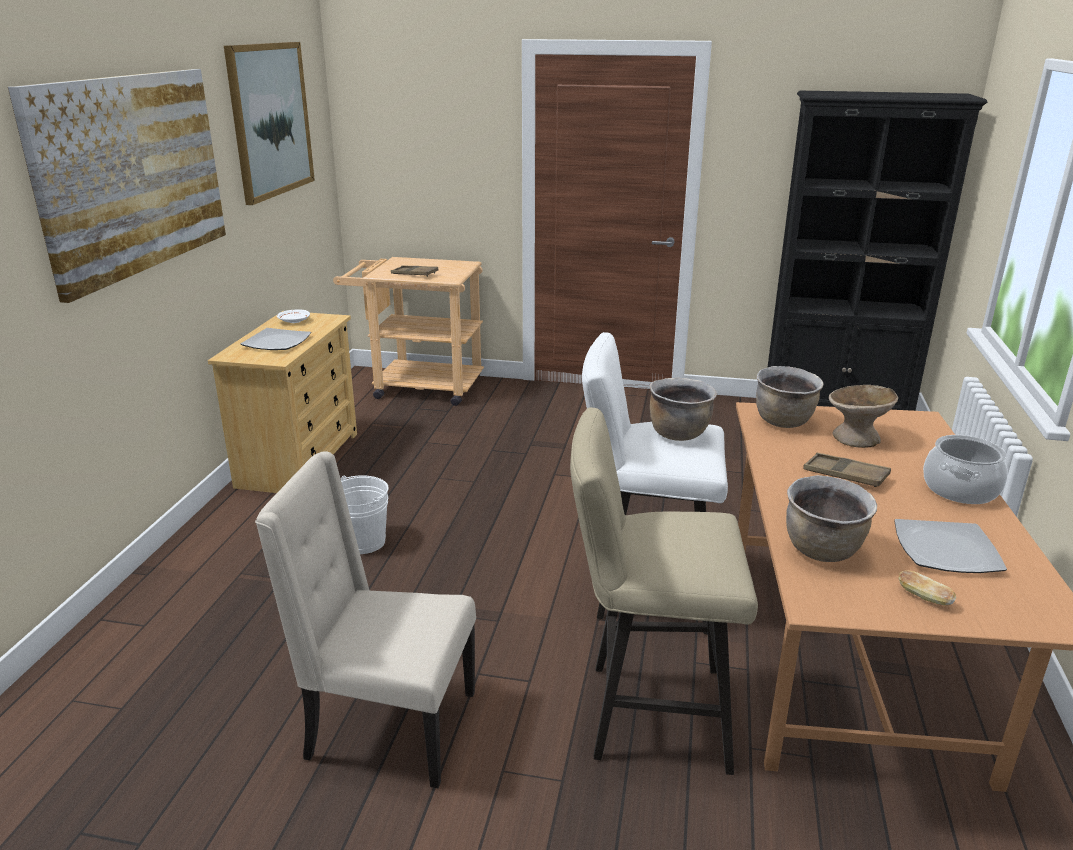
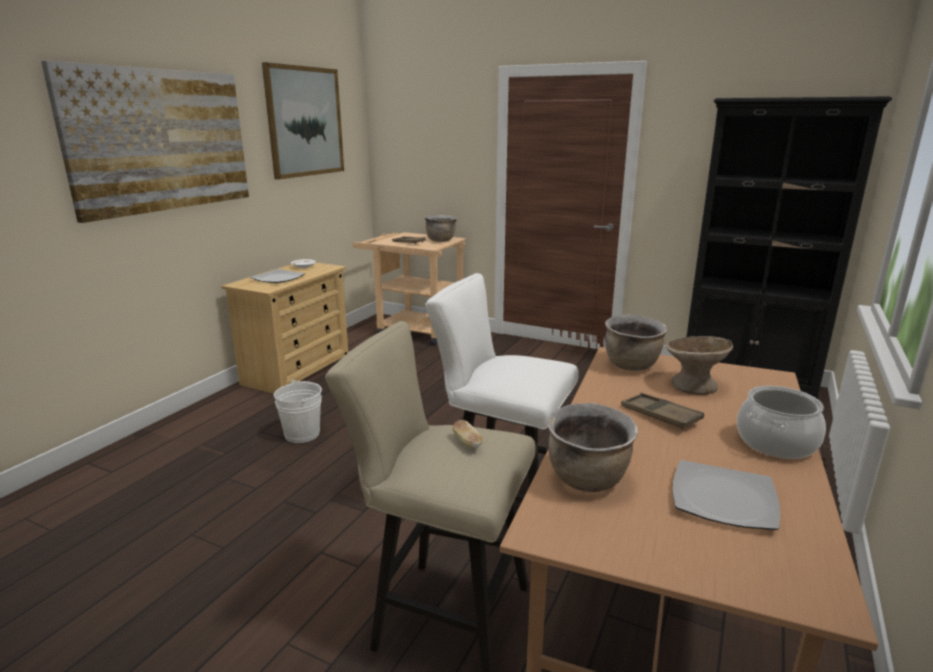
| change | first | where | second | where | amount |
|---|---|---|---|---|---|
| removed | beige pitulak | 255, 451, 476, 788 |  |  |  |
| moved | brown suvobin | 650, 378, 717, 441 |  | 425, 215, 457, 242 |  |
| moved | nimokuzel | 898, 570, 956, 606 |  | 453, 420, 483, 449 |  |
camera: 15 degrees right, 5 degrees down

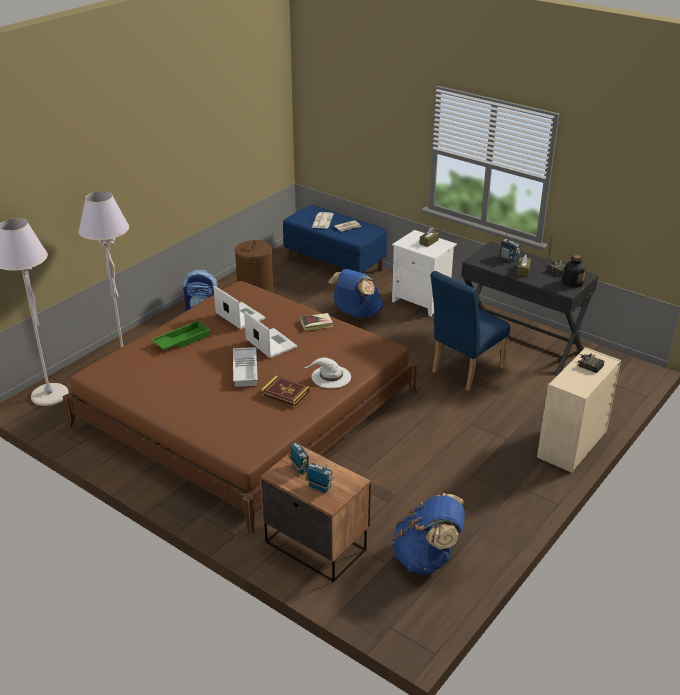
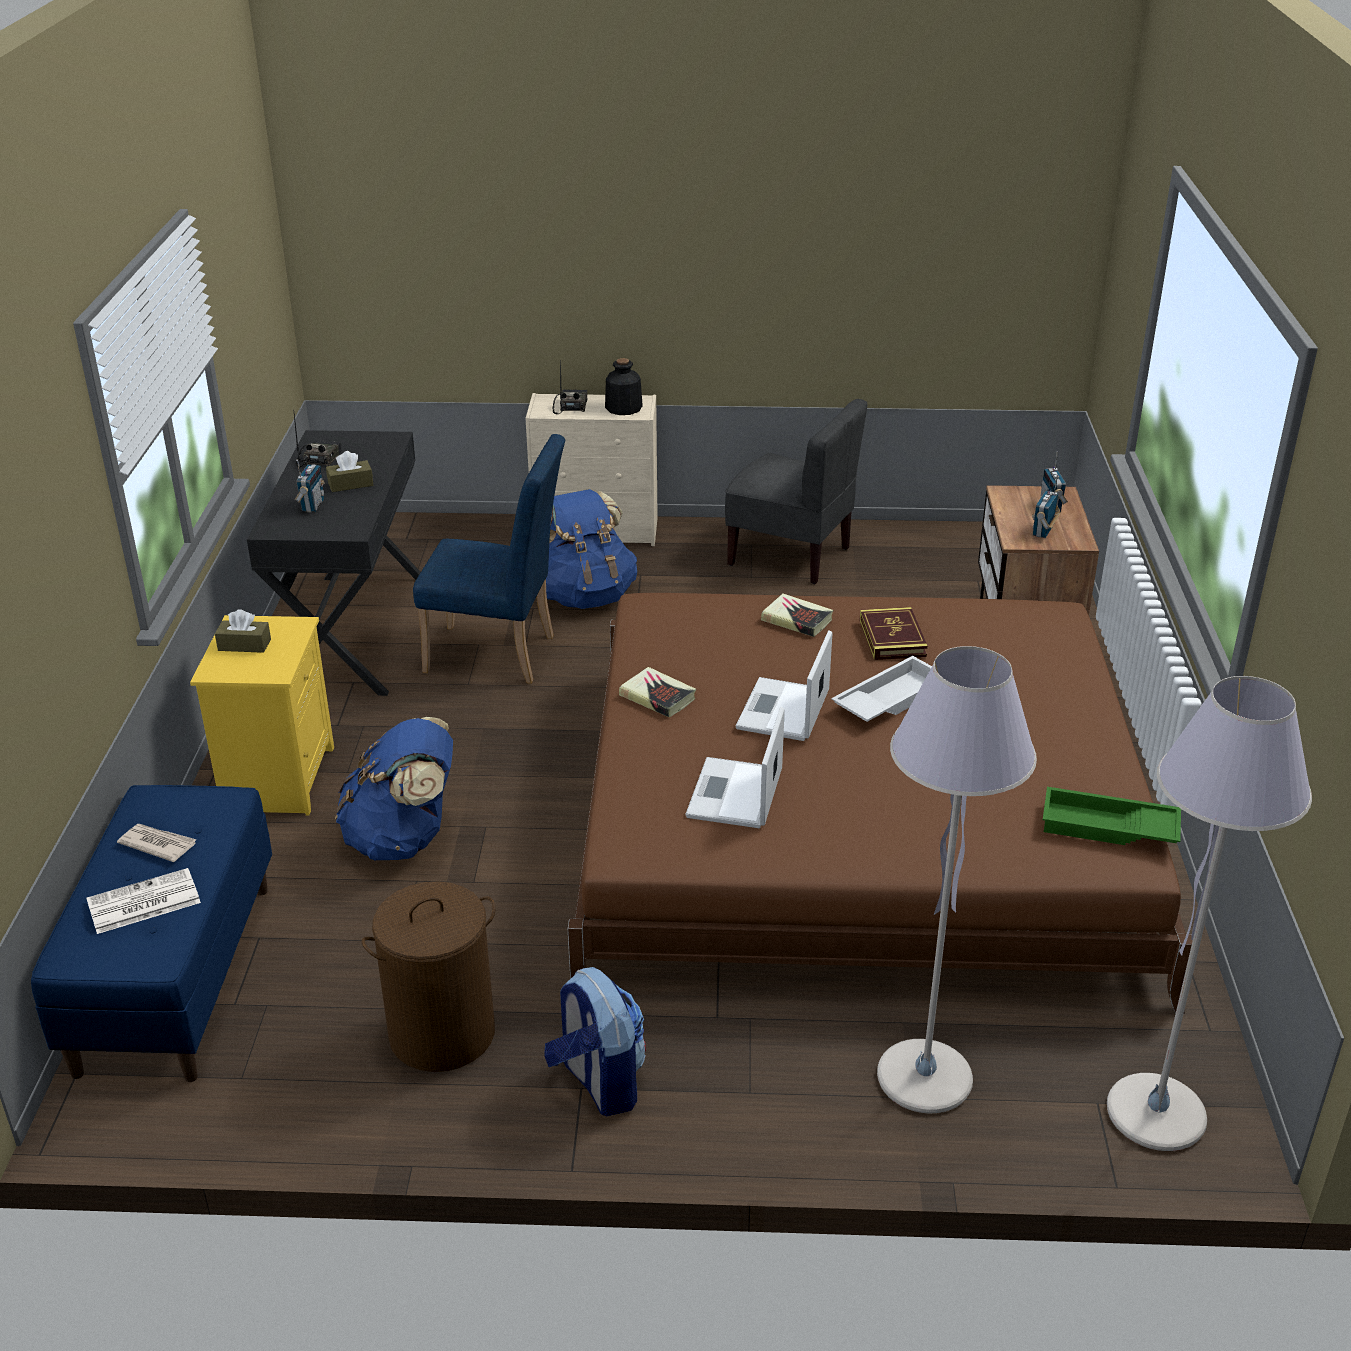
| change | first | where | second | where | amount |
|---|---|---|---|---|---|
| moved | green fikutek | 151, 321, 210, 350 |  | 1043, 787, 1181, 845 |  |
| replaced | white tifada | 304, 358, 351, 388 | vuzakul | 761, 593, 833, 637 |  |
| recoloured | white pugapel | 392, 230, 457, 316 | yellow pugapel | 190, 615, 334, 816 |  |
| moved | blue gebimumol | 392, 493, 465, 575 |  | 546, 489, 637, 609 |  |
| moved | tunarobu | 562, 255, 586, 288 |  | 605, 358, 643, 415 |  |
| added |  |  | grey pitulak | 725, 399, 868, 584 |  |
camera: 125 degrees left, 0 degrees up

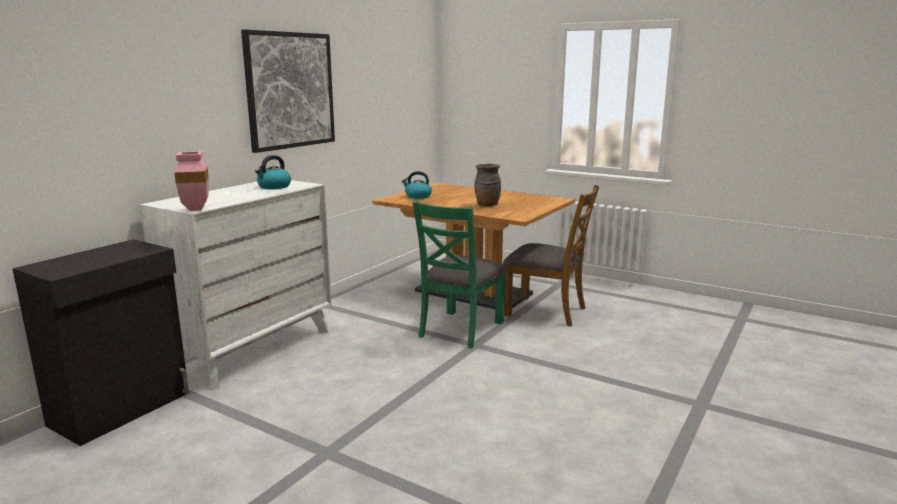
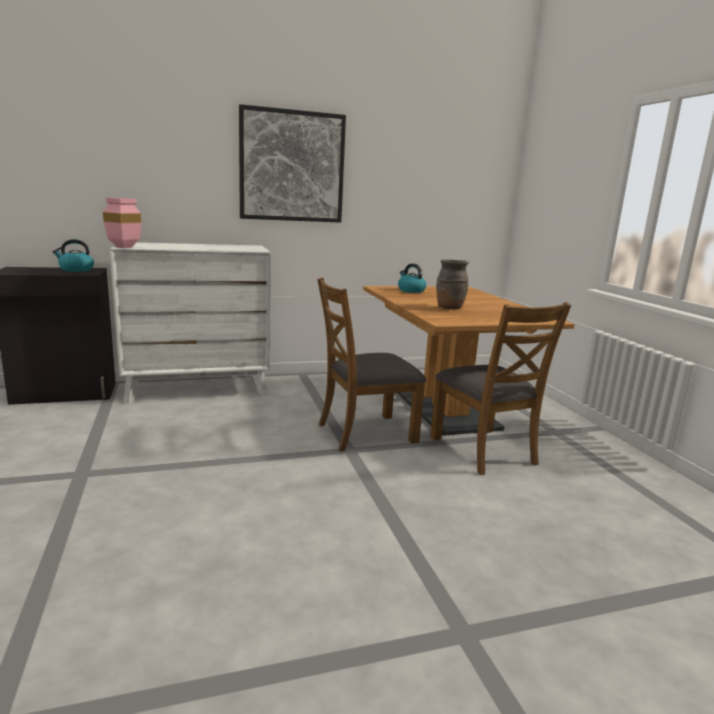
| change | first | where | second | where | amount |
|---|---|---|---|---|---|
| moved | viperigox | 255, 155, 291, 189 |  | 53, 239, 94, 272 |  |
| recoloured | green pitulak | 413, 200, 507, 349 | brown pitulak | 317, 278, 426, 452 |  |
camera: 40 degrees right, 0 degrees up

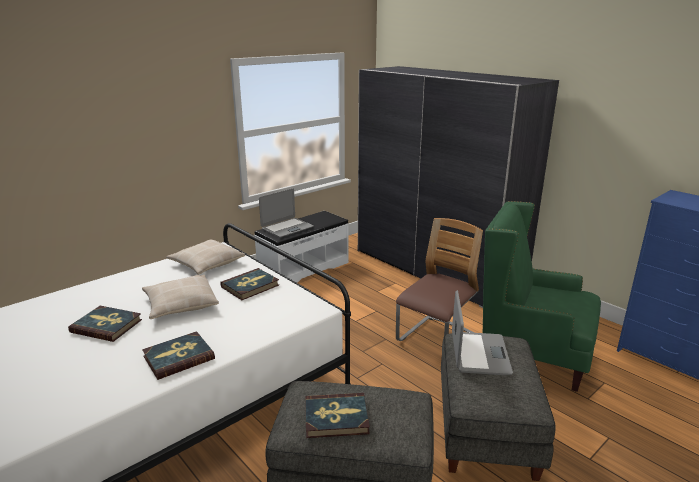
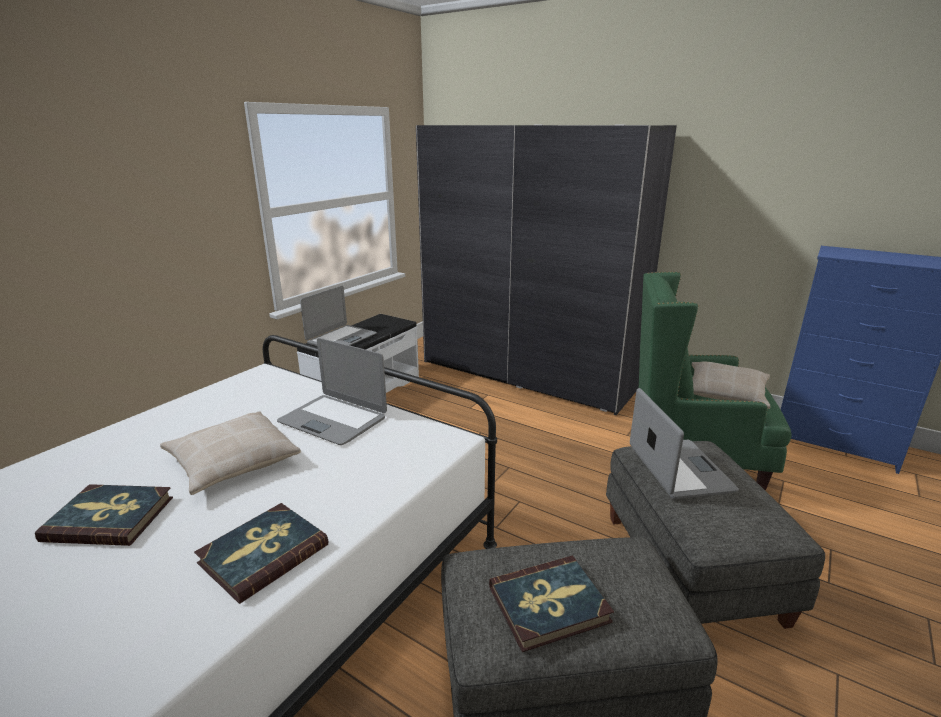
| change | first | where | second | where | amount |
|---|---|---|---|---|---|
| moved | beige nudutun | 166, 240, 245, 275 |  | 692, 361, 771, 409 |  |
| replaced | vuzakul | 220, 268, 279, 300 | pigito | 277, 338, 387, 445 |  |
| removed | pitulak | 396, 218, 483, 341 |  |  |  |
camera: 15 degrees left, 0 degrees up

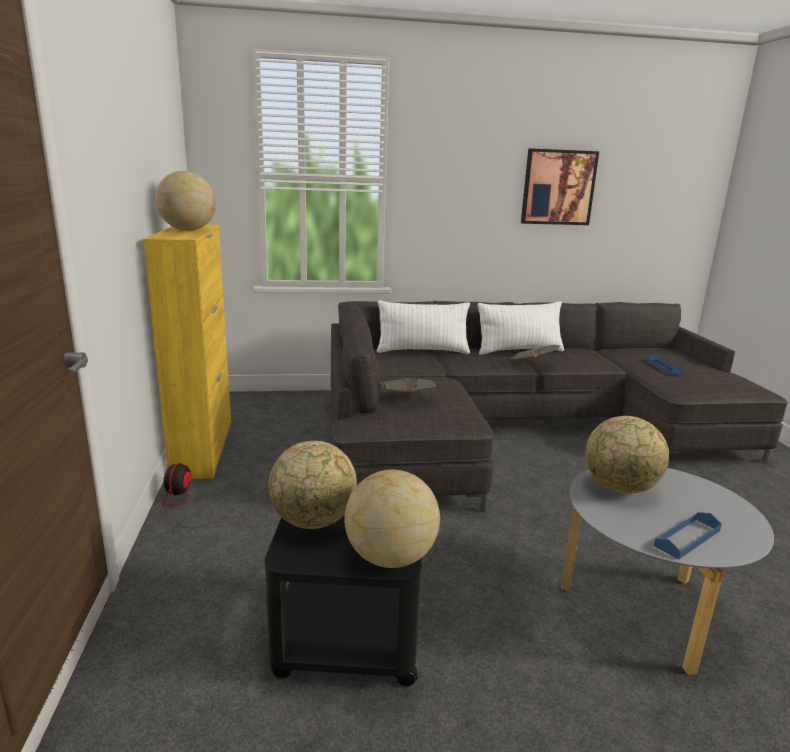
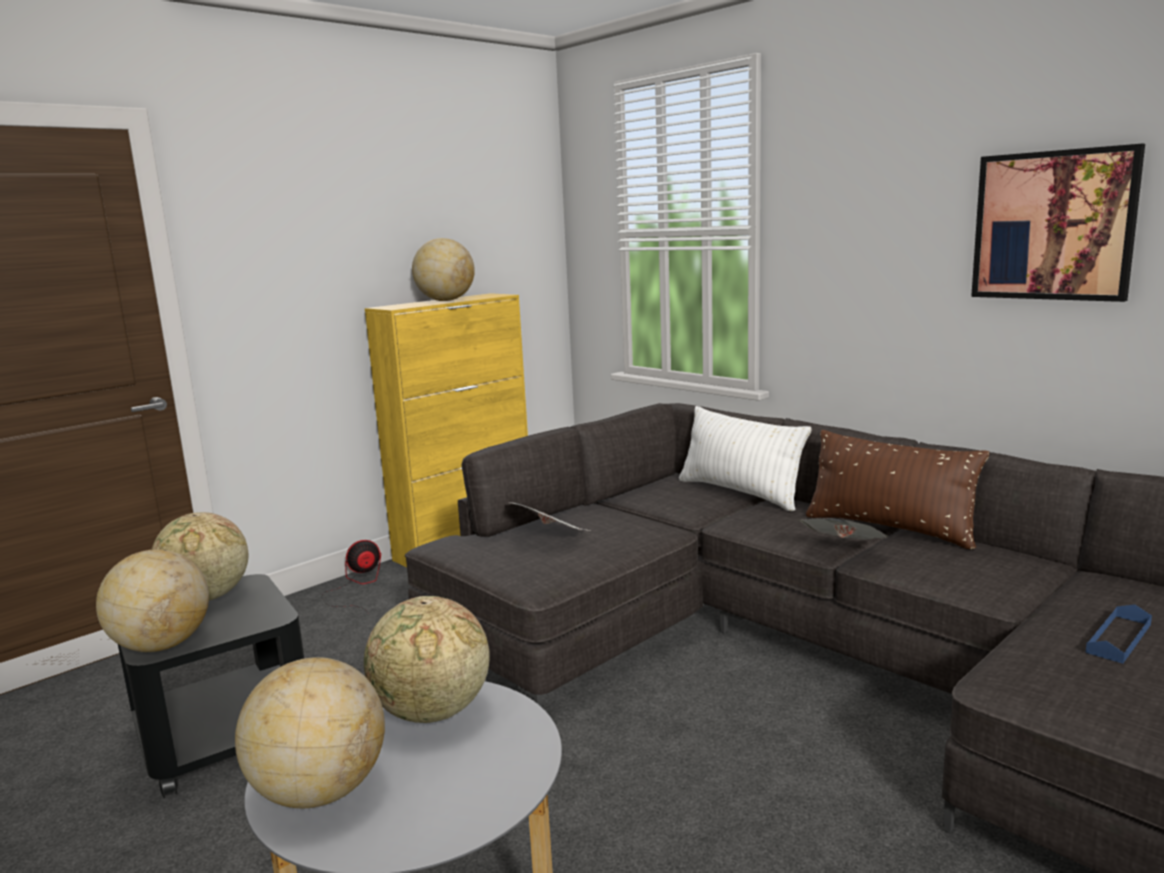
| change | first | where | second | where | amount |
|---|---|---|---|---|---|
| recoloured | white nudutun | 478, 301, 564, 355 | brown nudutun | 806, 430, 989, 550 |  |
| replaced | blue fikutek | 654, 512, 722, 559 | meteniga | 235, 657, 385, 809 |  |
camera: 55 degrees right, 5 degrees down

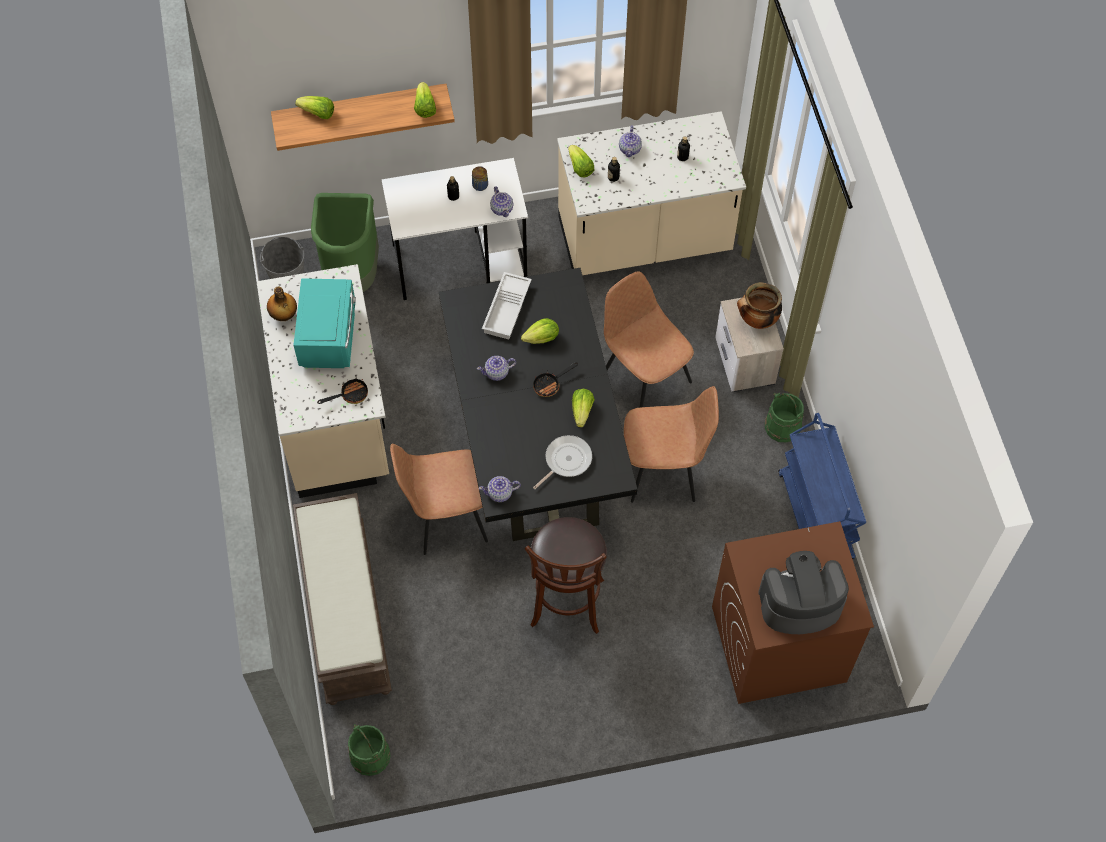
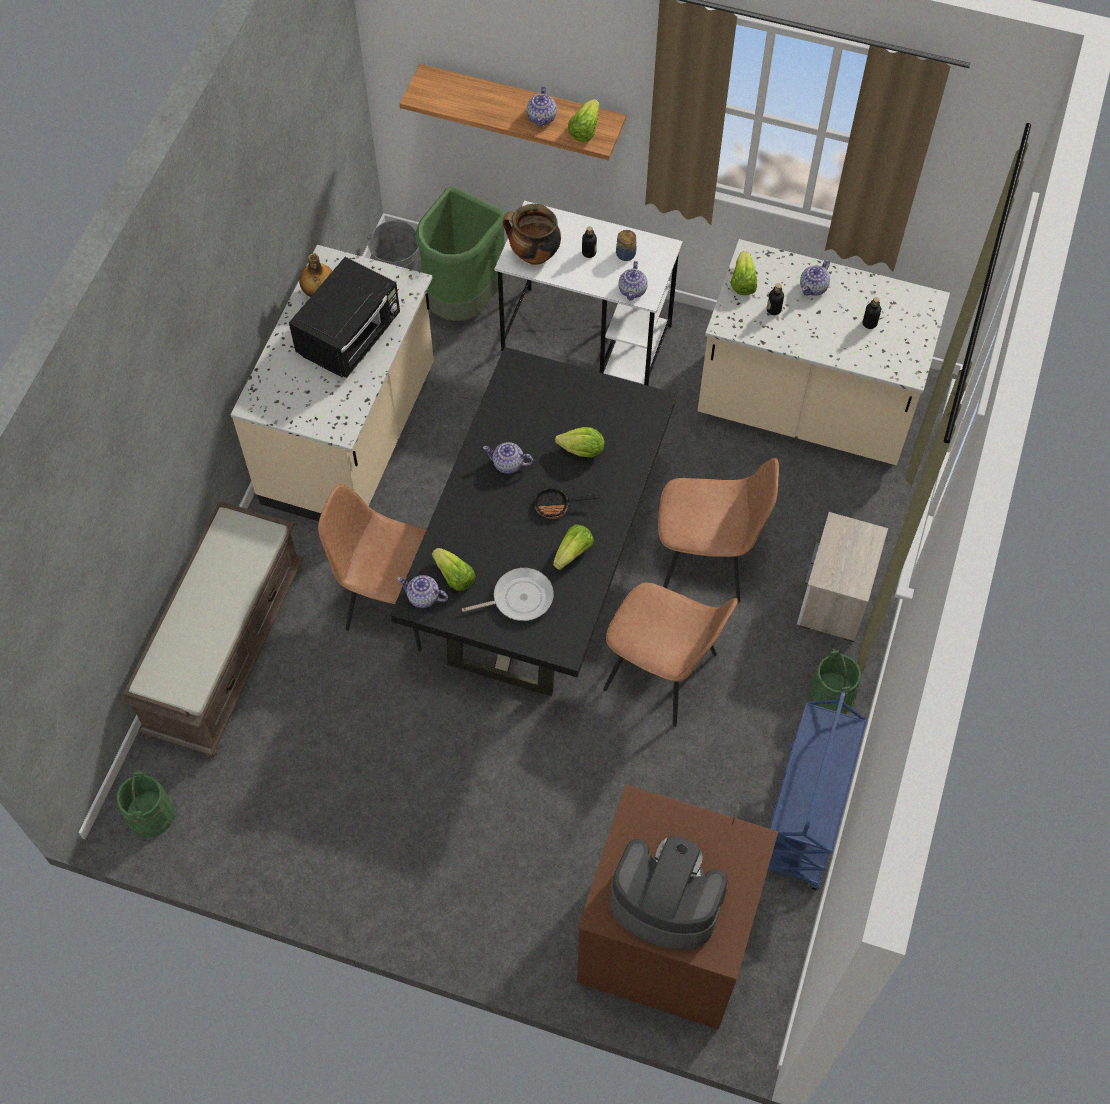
| change | first | where | second | where | amount |
|---|---|---|---|---|---|
| recoloured | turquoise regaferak | 293, 278, 356, 368 | black regaferak | 289, 257, 400, 378 |  |
| moved | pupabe | 295, 96, 334, 119 |  | 432, 548, 476, 591 |  |
| removed | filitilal | 317, 379, 368, 404 |  |  |  |
| removed | white fikutek | 482, 272, 532, 339 |  |  |  |
| removed | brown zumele | 525, 517, 607, 634 |  |  |  |
| turned | brown pitulak | 604, 271, 694, 408 |  | 658, 458, 779, 603 | 105 degrees clockwise |
| moved | suvobin | 737, 282, 782, 329 |  | 503, 204, 561, 265 |  |
| added |  |  | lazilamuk | 527, 86, 557, 127 |  |
camera: 30 degrees right, 0 degrees up

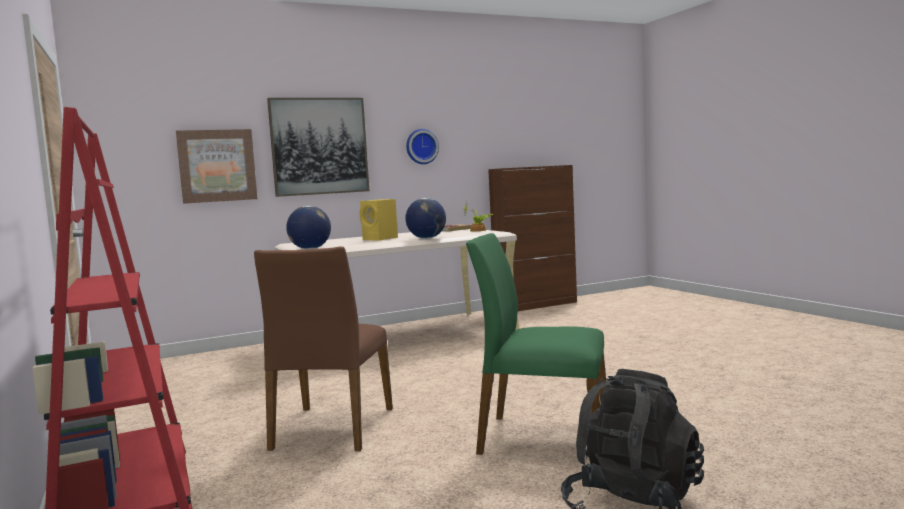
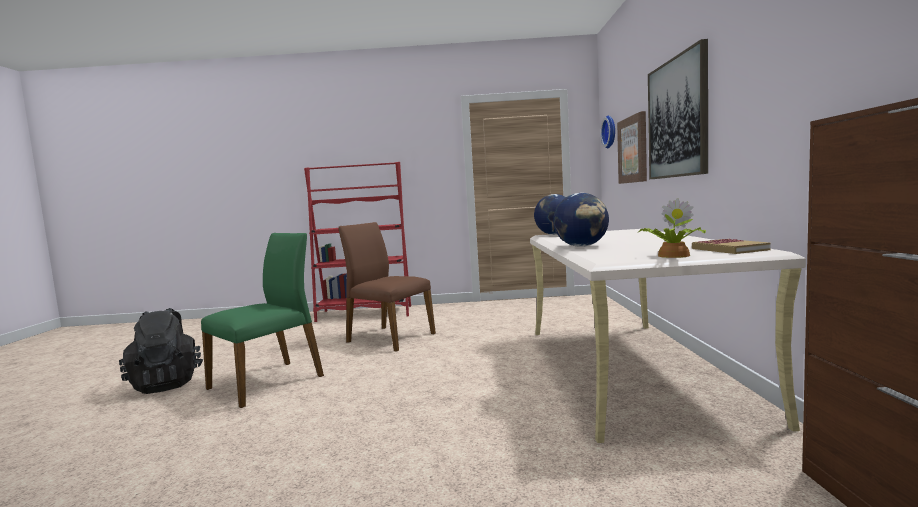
| change | first | where | second | where | amount |
|---|---|---|---|---|---|
| removed | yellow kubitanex | 359, 199, 398, 240 |  |  |  |
| moved | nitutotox | 406, 129, 439, 164 |  | 601, 116, 615, 148 |  |
camera: 115 degrees right, 0 degrees up

